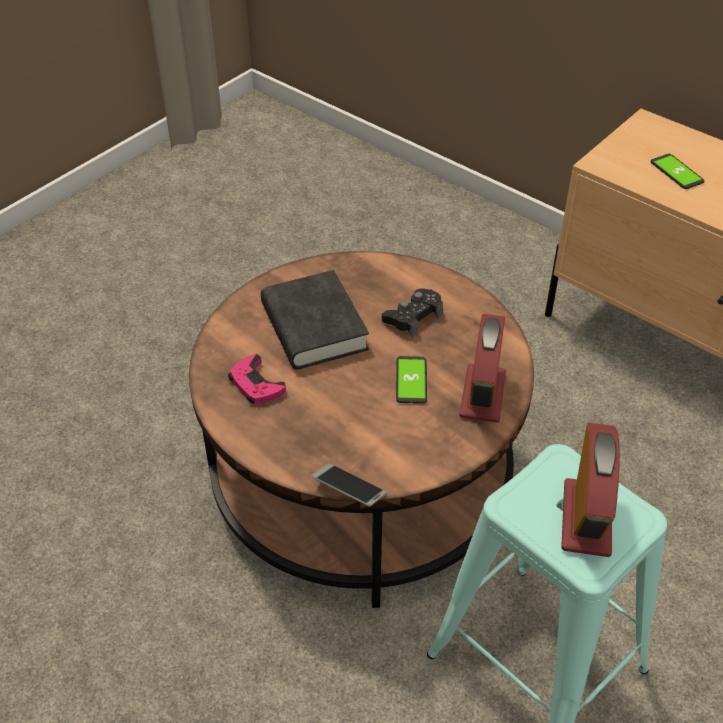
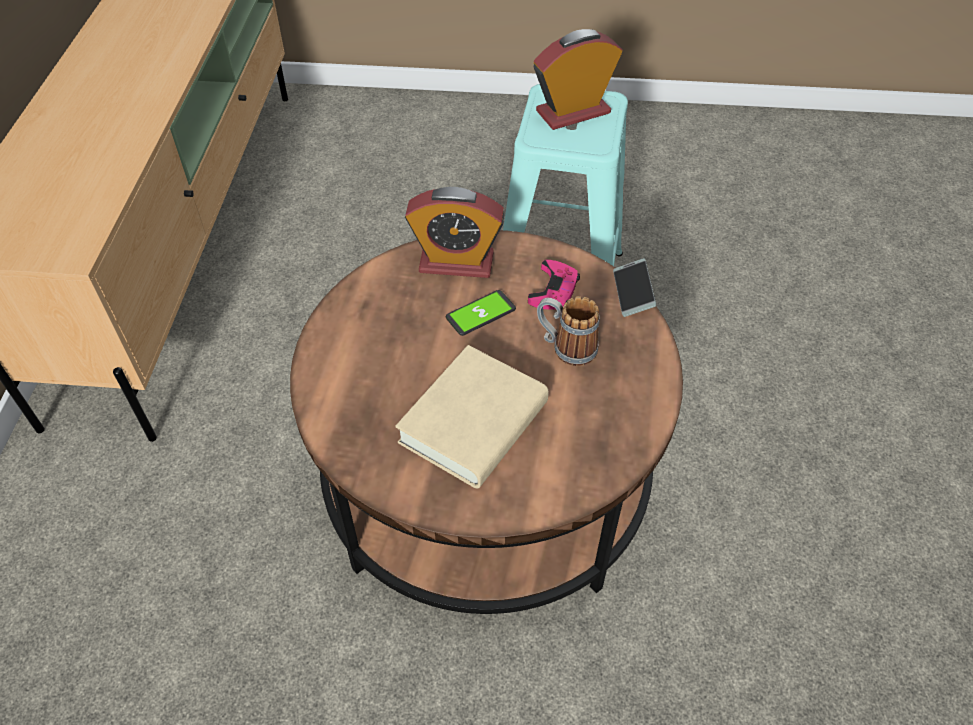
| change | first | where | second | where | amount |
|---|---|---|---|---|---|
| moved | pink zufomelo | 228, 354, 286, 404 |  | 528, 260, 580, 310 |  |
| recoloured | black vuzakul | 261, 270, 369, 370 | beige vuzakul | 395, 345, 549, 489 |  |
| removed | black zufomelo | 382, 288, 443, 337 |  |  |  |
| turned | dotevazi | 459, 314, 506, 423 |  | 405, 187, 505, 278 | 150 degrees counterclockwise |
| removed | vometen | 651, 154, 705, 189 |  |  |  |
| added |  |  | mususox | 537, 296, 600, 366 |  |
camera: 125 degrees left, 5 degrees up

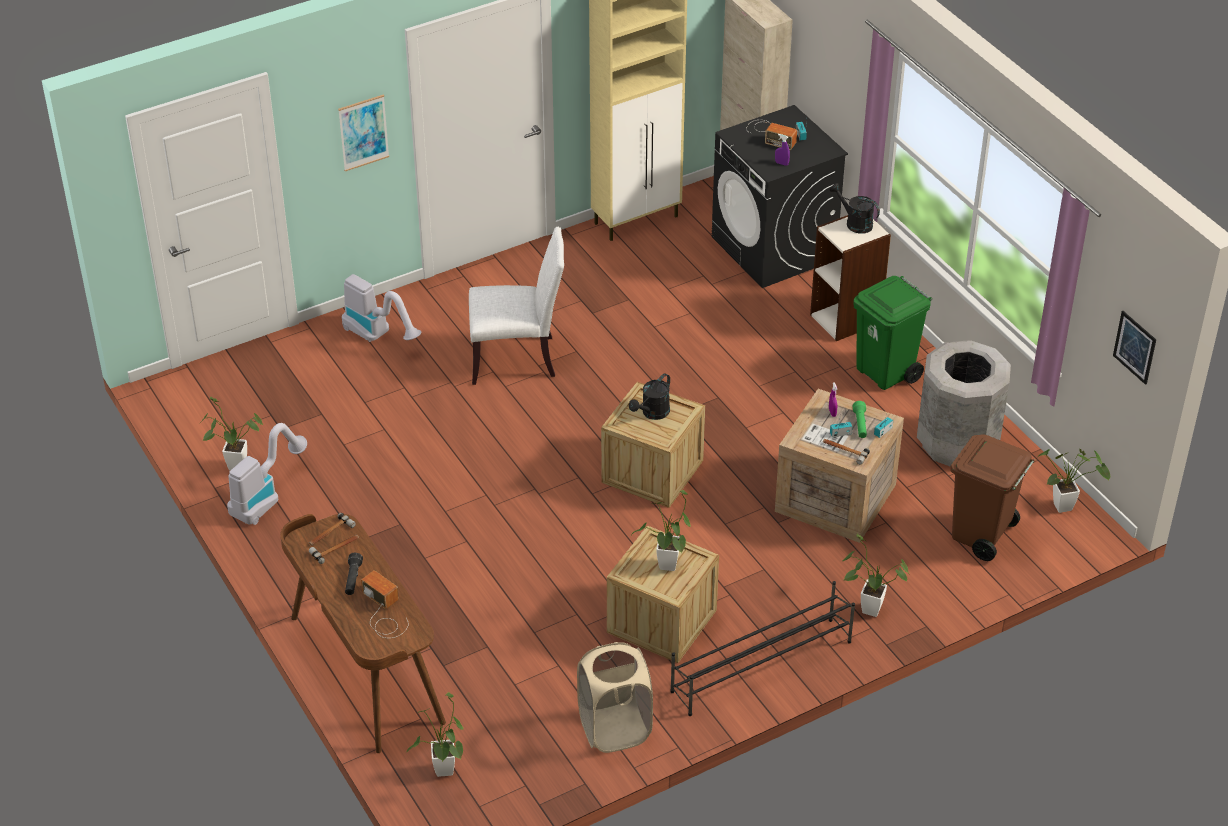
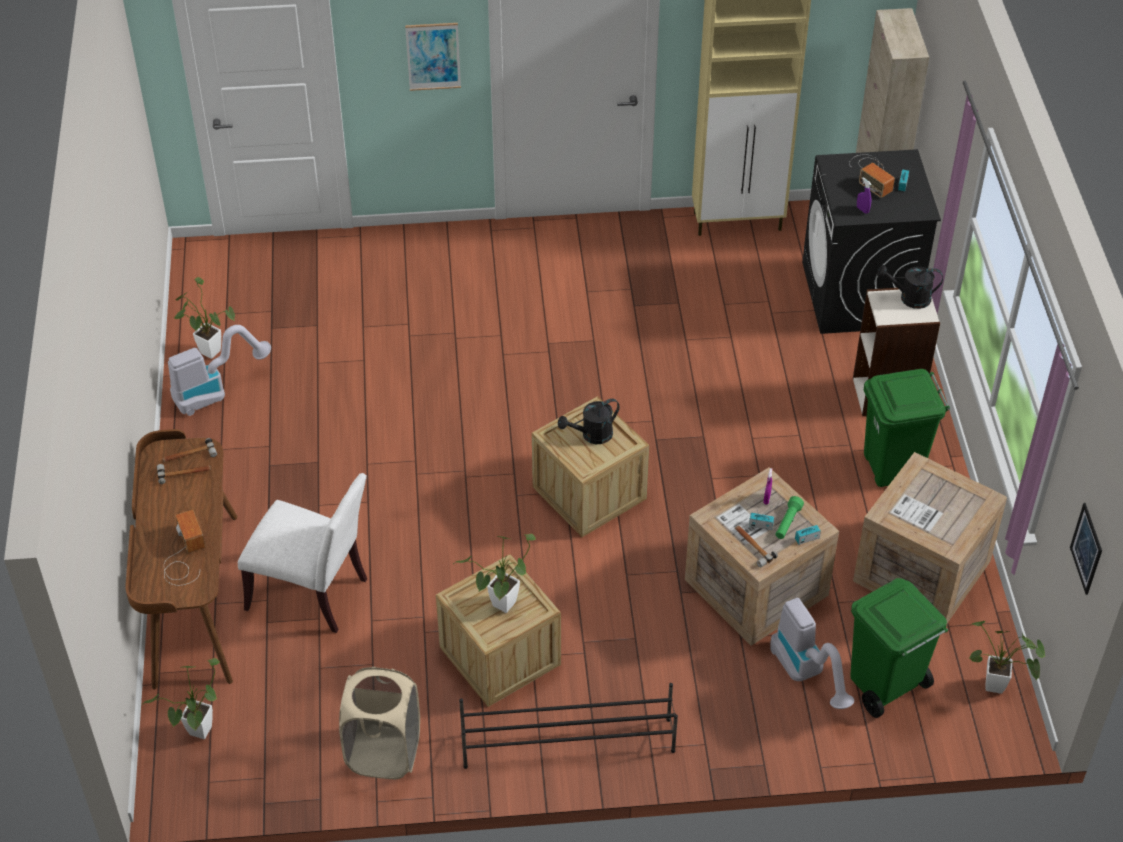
| change | first | where | second | where | amount |
|---|---|---|---|---|---|
| moved | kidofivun | 342, 274, 422, 342 |  | 770, 598, 854, 709 |  |
| removed | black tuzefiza | 345, 553, 363, 595 |  |  |  |
| moved | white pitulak | 469, 227, 564, 385 |  | 238, 473, 367, 633 |  |
| turned | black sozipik | 830, 183, 880, 234 |  | 877, 265, 943, 309 | 60 degrees counterclockwise |
| removed | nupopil | 843, 534, 909, 617 |  |  |  |
| replaced | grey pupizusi | 917, 340, 1011, 467 | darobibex | 853, 452, 1007, 623 |  |
| recoloured | brown pupizusi | 950, 435, 1035, 561 | green pupizusi | 850, 578, 948, 718 |  |
camera: 25 degrees right, 5 degrees up

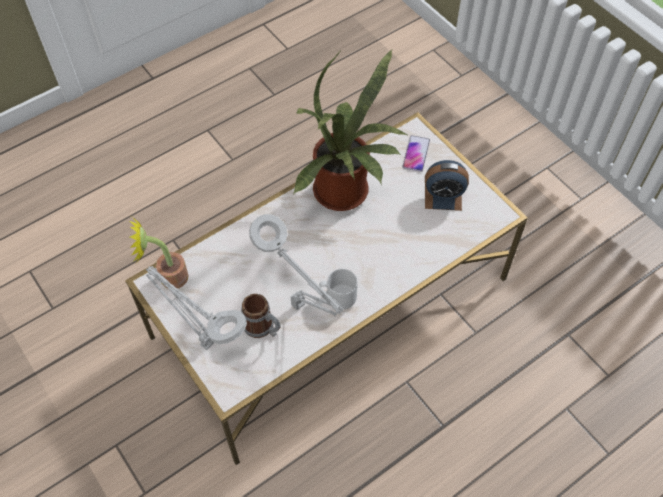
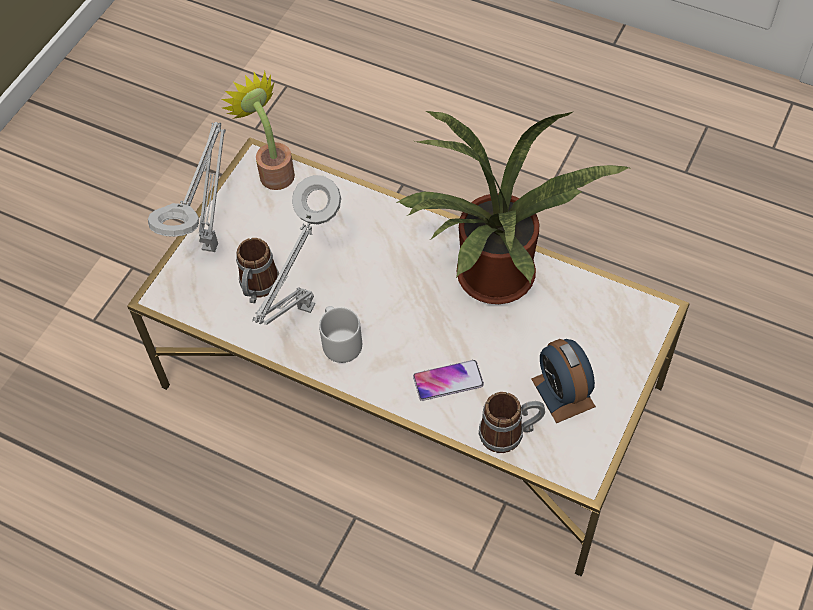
| change | first | where | second | where | amount |
|---|---|---|---|---|---|
| moved | vometen | 403, 135, 430, 172 |  | 413, 360, 484, 401 |  |
| added |  |  | mususox | 479, 392, 545, 453 |  |
camera: 65 degrees right, 0 degrees up

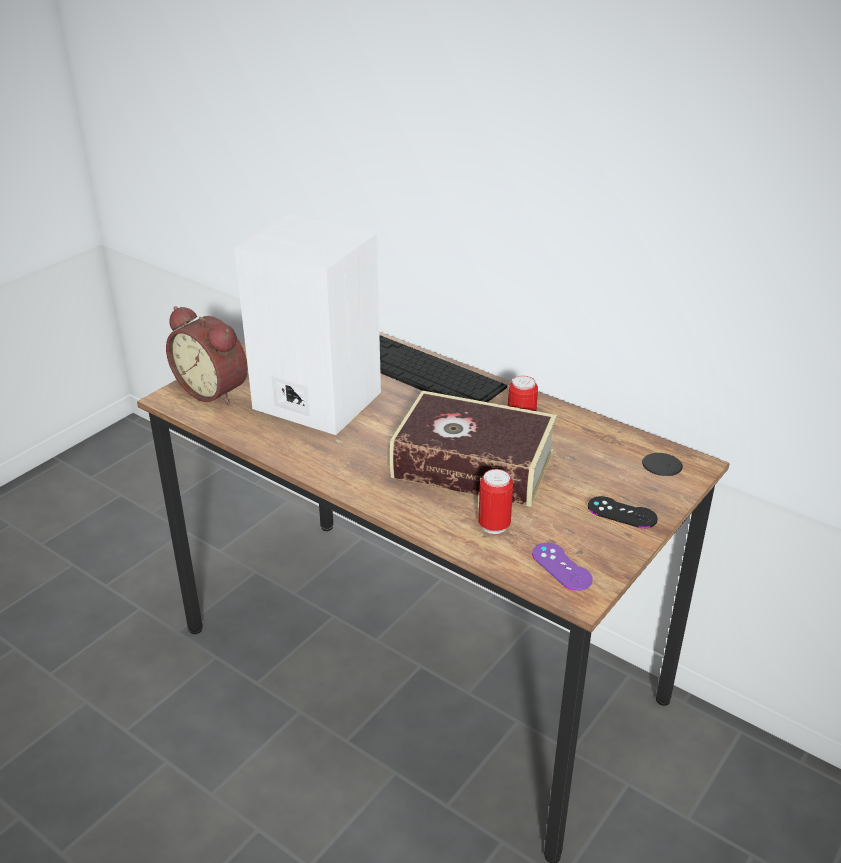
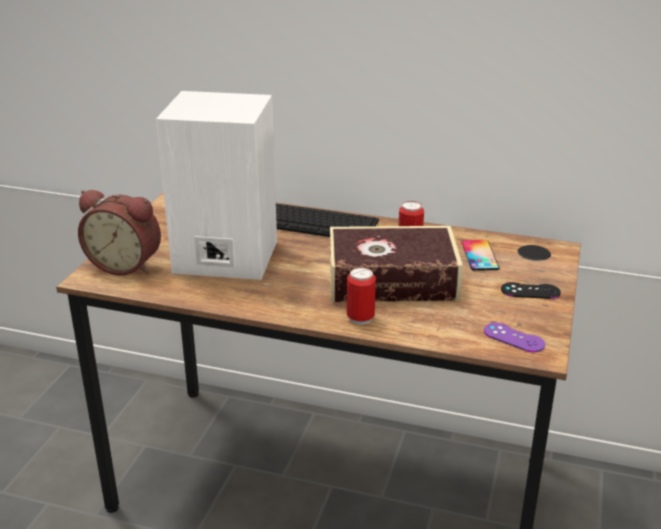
| change | first | where | second | where | amount |
|---|---|---|---|---|---|
| moved | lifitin | 478, 469, 513, 534 |  | 347, 267, 376, 325 |  |
| added |  |  | vometen | 462, 240, 500, 271 |  |
camera: 20 degrees left, 5 degrees down

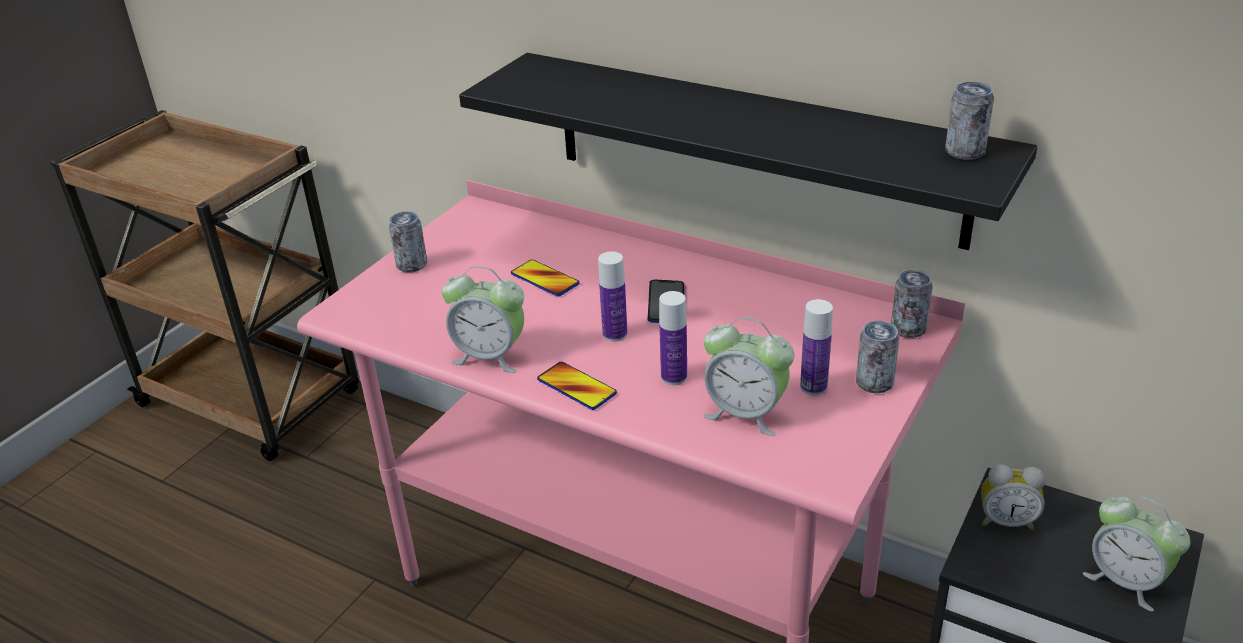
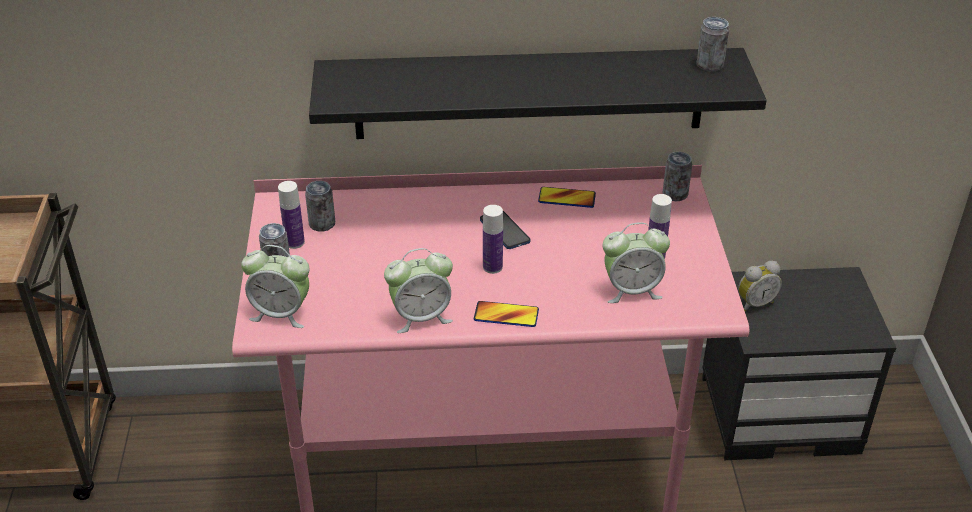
| change | first | where | second | where | amount |
|---|---|---|---|---|---|
| moved | vometen | 511, 260, 580, 297 |  | 538, 187, 596, 208 |  |
| moved | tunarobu | 659, 291, 687, 385 |  | 278, 181, 305, 249 |  |
| moved | lifitin | 856, 321, 899, 393 |  | 305, 181, 335, 232 |  |
| moved | dotevazi | 1083, 497, 1191, 611 |  | 241, 245, 310, 328 |  |
camera: 35 degrees left, 5 degrees up

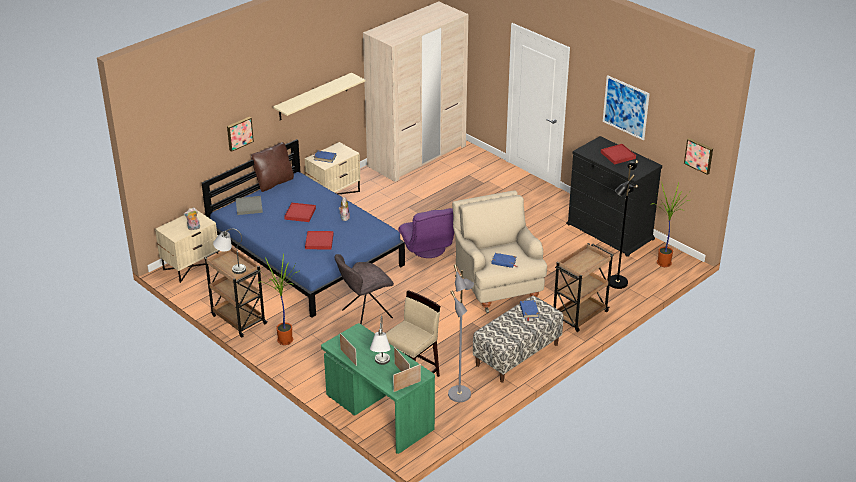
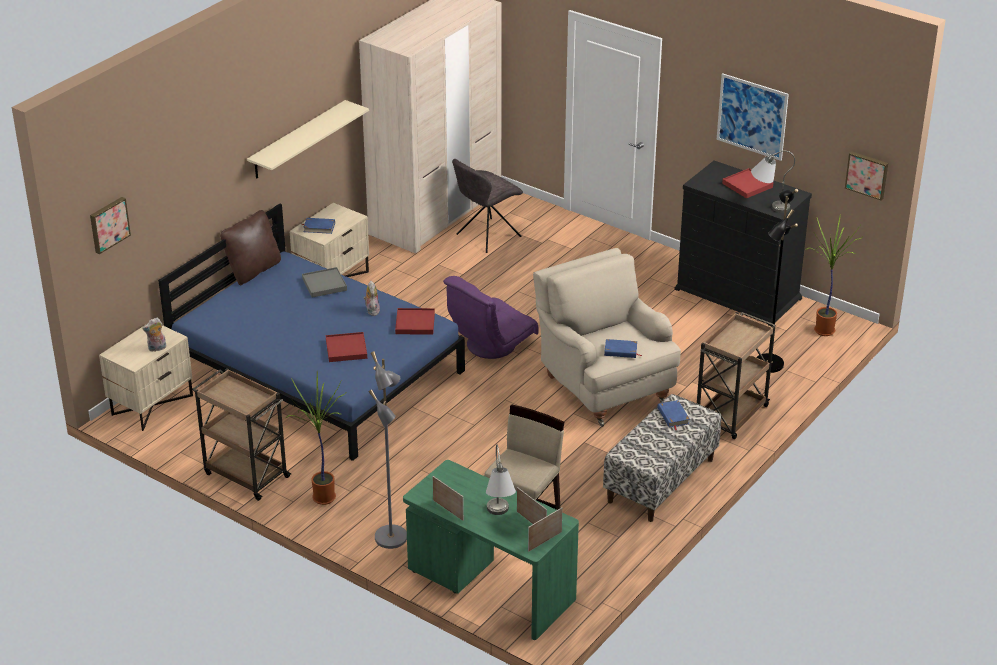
| change | first | where | second | where | amount |
|---|---|---|---|---|---|
| moved | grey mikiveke | 213, 229, 246, 274 |  | 751, 151, 795, 213 |  |
| moved | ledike | 227, 117, 254, 152 |  | 90, 197, 131, 254 |  |
| moved | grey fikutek | 236, 196, 263, 215 |  | 302, 267, 347, 298 |  |
| moved | red fikutek | 284, 202, 316, 222 |  | 395, 308, 435, 335 |  |
| moved | grey pitulak | 334, 254, 394, 324 |  | 452, 159, 523, 253 |  |
| turned | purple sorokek | 398, 208, 454, 258 |  | 443, 276, 539, 359 | 75 degrees clockwise |
| moved | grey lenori | 448, 264, 474, 402 |  | 369, 351, 407, 549 |  |
camera: 10 degrees left, 0 degrees up

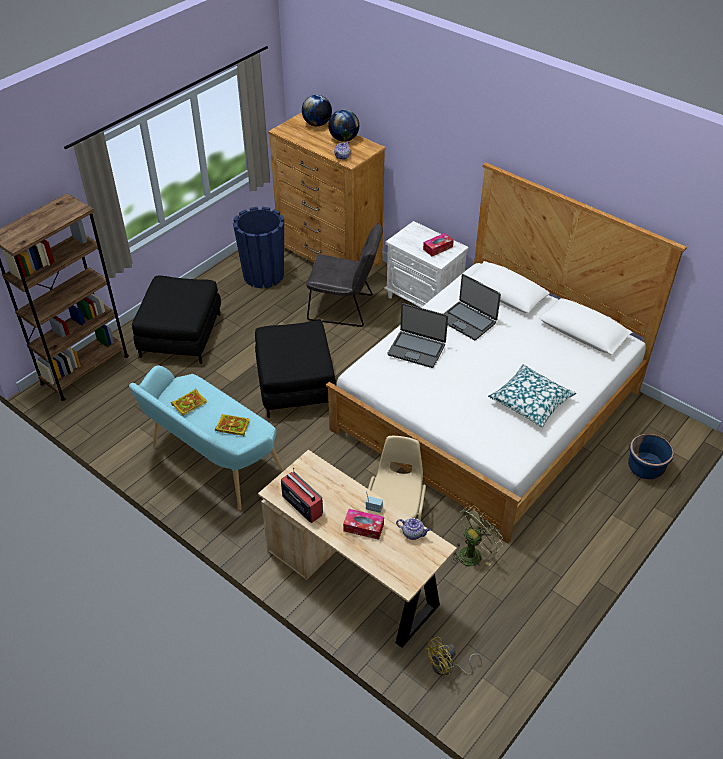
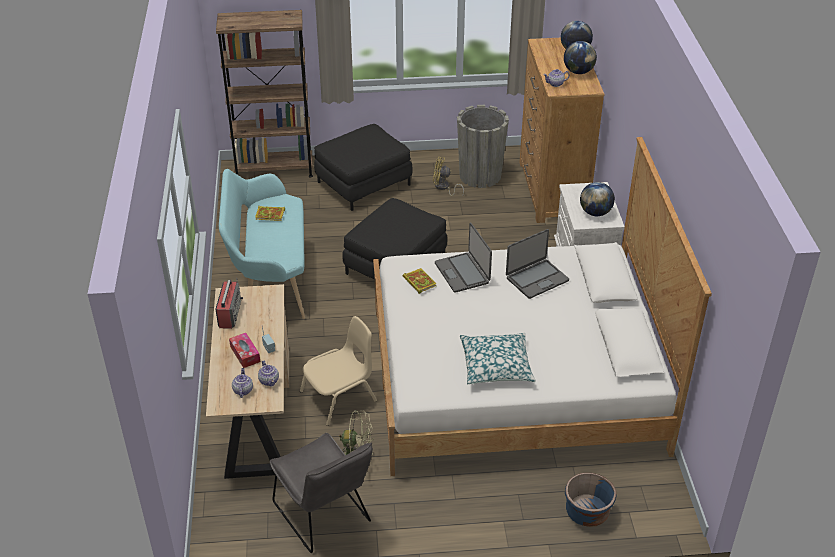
| change | first | where | second | where | amount |
|---|---|---|---|---|---|
| moved | vuzakul | 215, 414, 250, 436 |  | 403, 268, 437, 294 |  |
| recoloured | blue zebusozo | 233, 207, 284, 288 | grey zebusozo | 457, 105, 509, 188 |  |
| moved | grey pitulak | 306, 223, 383, 327 |  | 270, 433, 373, 553 |  |
| replaced | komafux | 423, 233, 454, 256 | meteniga | 580, 182, 615, 216 |  |
| moved | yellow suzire | 424, 637, 482, 676 |  | 433, 157, 464, 197 |  |
| turned | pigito | 443, 274, 501, 340 |  | 506, 229, 569, 299 | 120 degrees counterclockwise |
| added |  |  | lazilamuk | 232, 368, 253, 398 |  |
camera: 45 degrees right, 5 degrees down

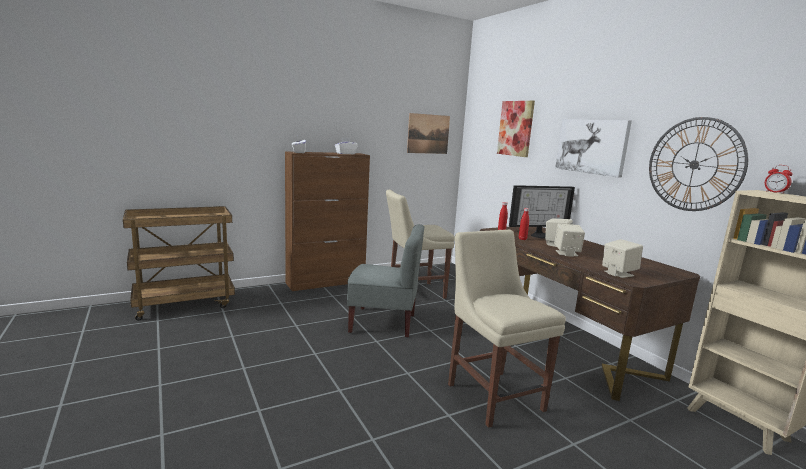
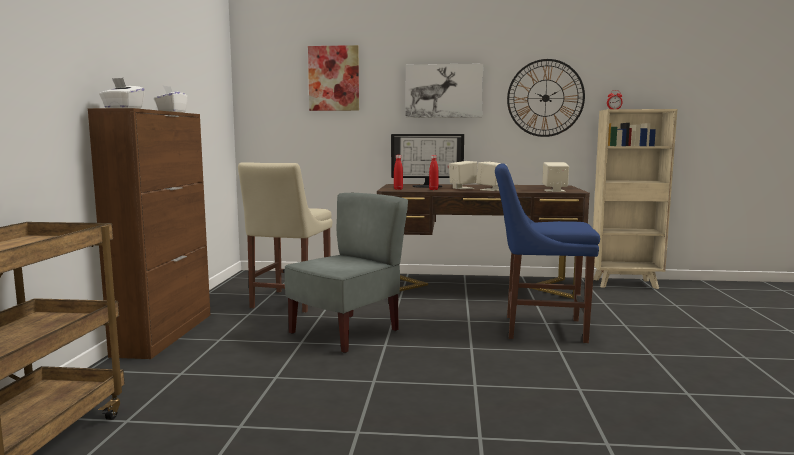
| change | first | where | second | where | amount |
|---|---|---|---|---|---|
| removed | ledike | 407, 113, 450, 154 |  |  |  |
| recoloured | beige pitulak | 448, 230, 566, 428 | blue pitulak | 495, 163, 600, 343 |  |
| turned | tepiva | 509, 185, 575, 239 |  | 391, 134, 464, 188 | 75 degrees clockwise |
camera: 55 degrees left, 5 degrees down

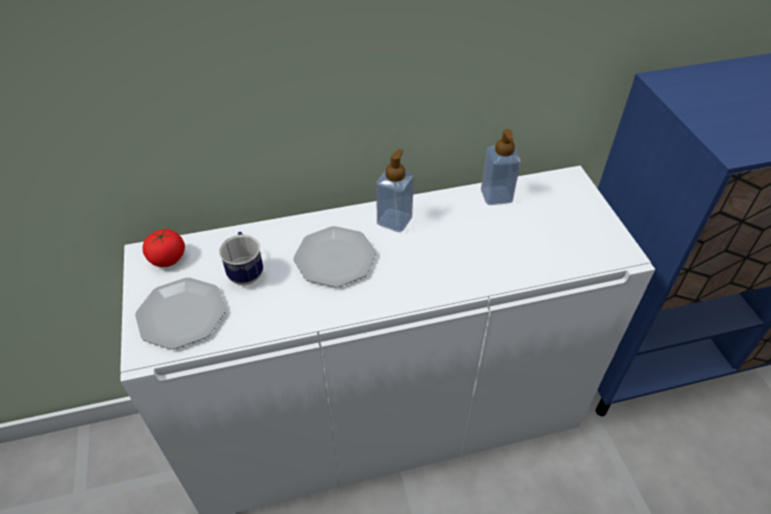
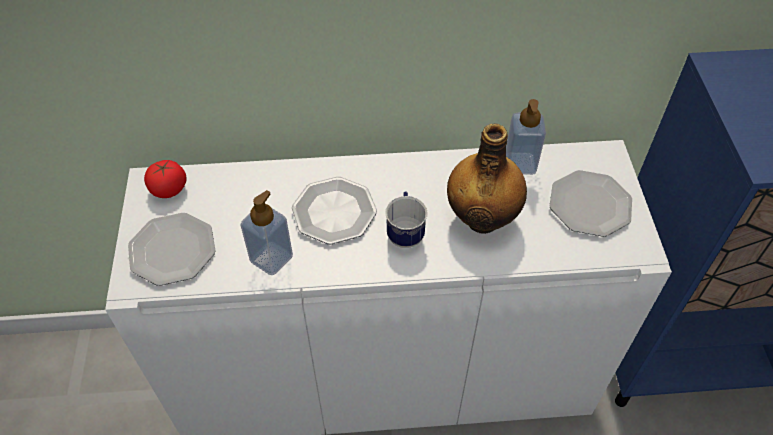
| change | first | where | second | where | amount |
|---|---|---|---|---|---|
| moved | mususox | 219, 232, 263, 285 |  | 385, 191, 428, 248 |  |
| moved | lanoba | 376, 149, 414, 232 |  | 240, 190, 293, 275 |  |
| added |  |  | tunarobu | 447, 124, 527, 234 |  |
| added |  |  | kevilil | 550, 170, 632, 237 |  |
camera: 10 degrees right, 5 degrees up

